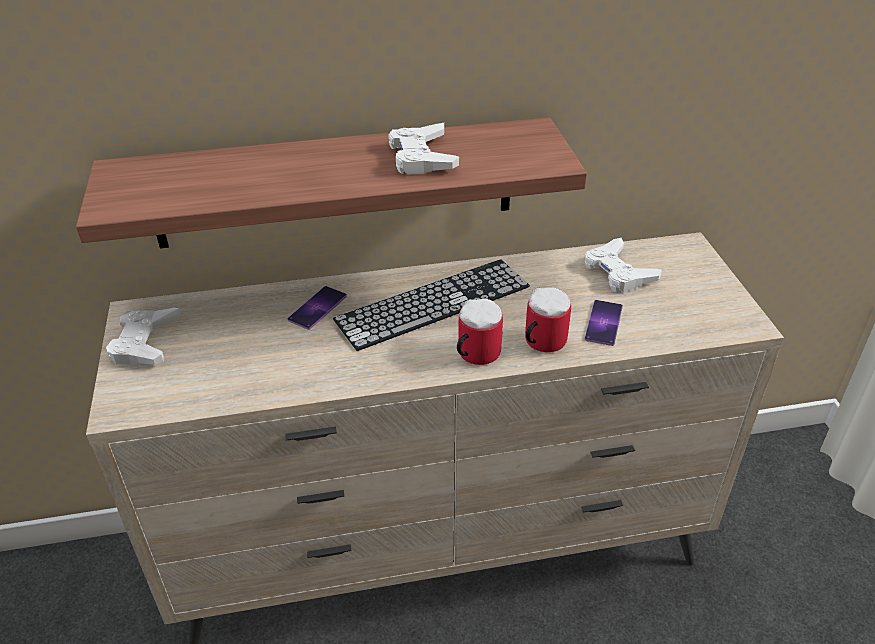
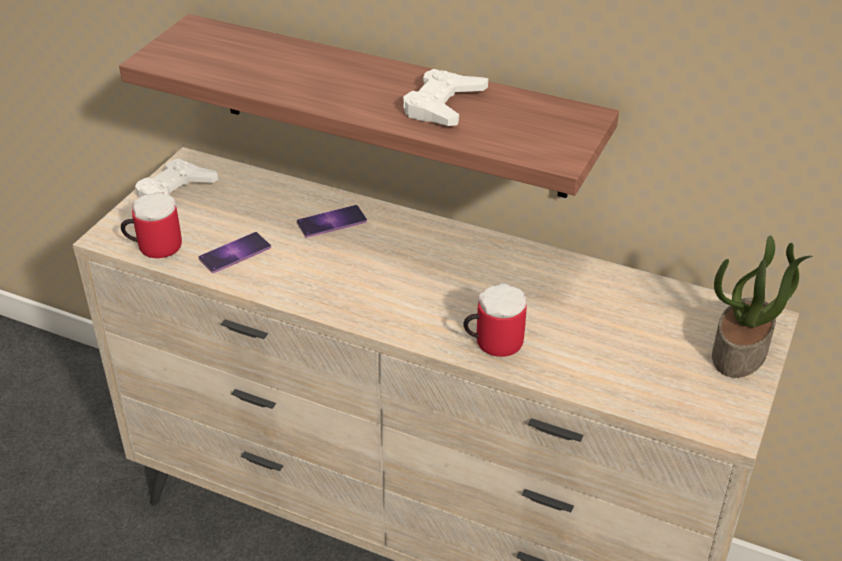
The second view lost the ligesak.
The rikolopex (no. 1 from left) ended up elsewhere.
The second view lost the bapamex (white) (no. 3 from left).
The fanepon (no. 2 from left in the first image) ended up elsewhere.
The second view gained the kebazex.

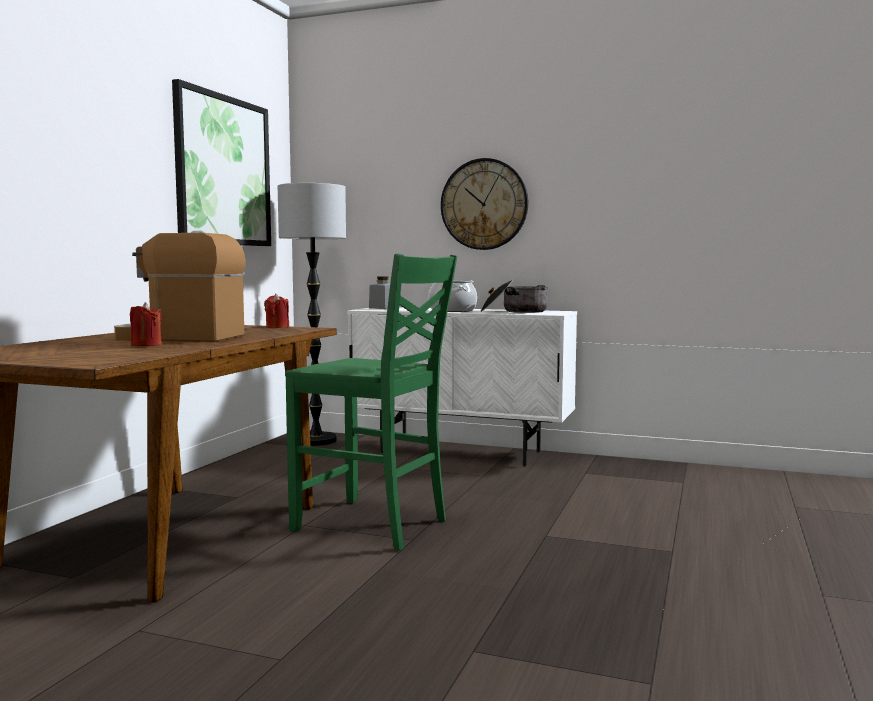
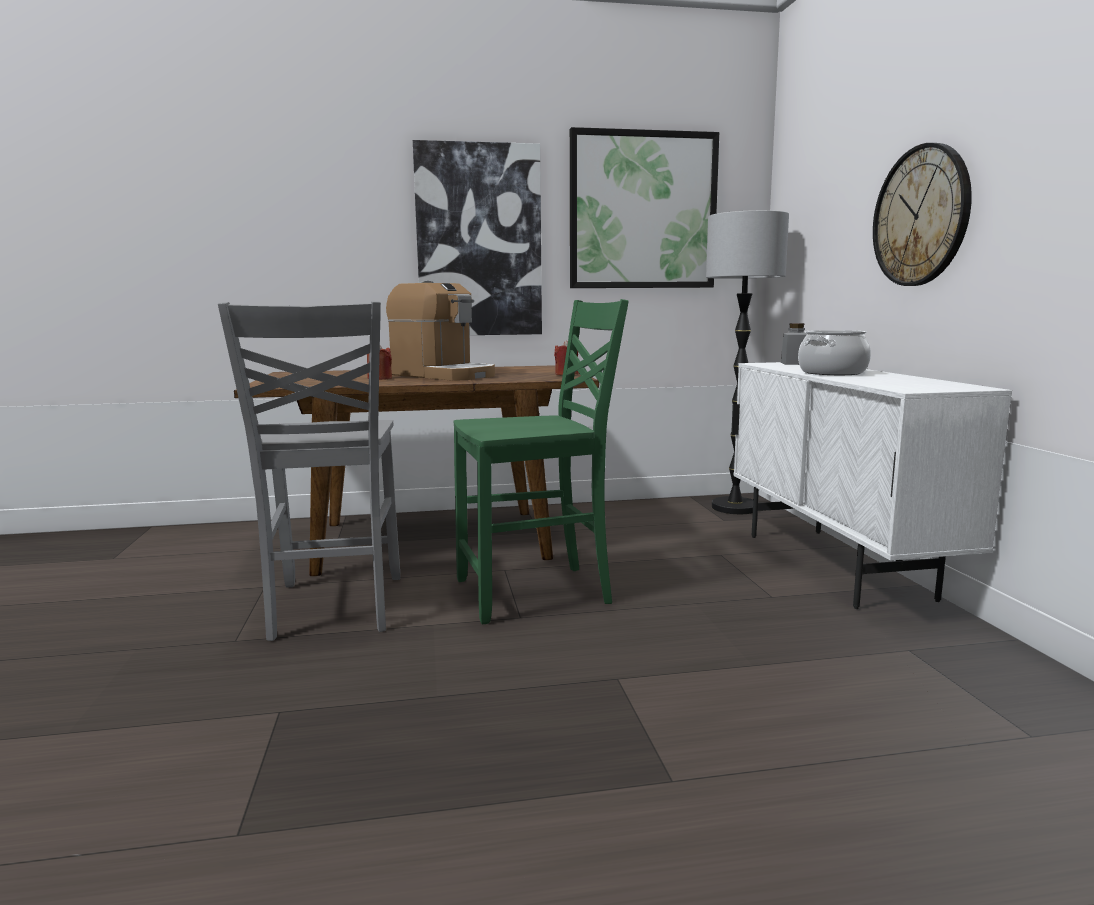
The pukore ended up facing another way, 150 degrees clockwise from before.
The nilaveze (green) ended up facing another way, 105 degrees counterclockwise from before.
The second view lost the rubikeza (no. 2 from left).
The second view gained the nilaveze (grey).
The second view gained the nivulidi (no. 1 from left).

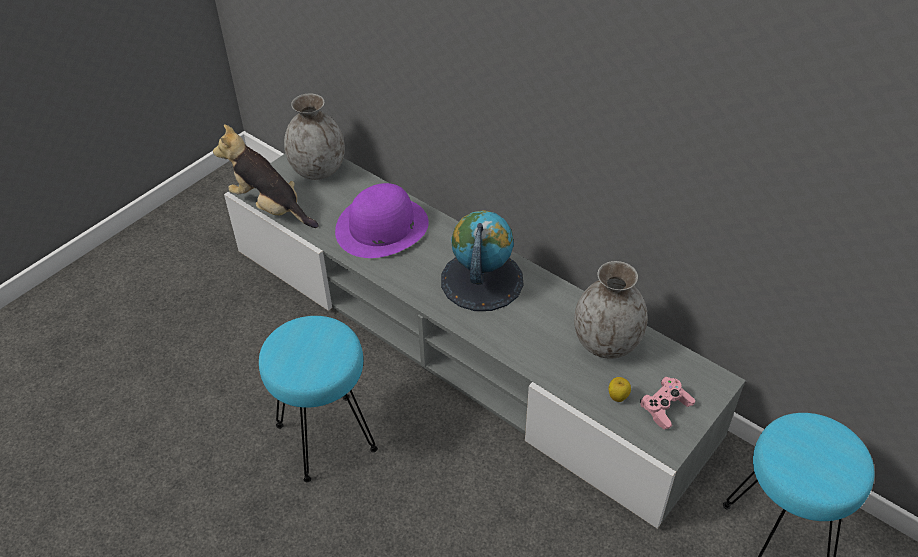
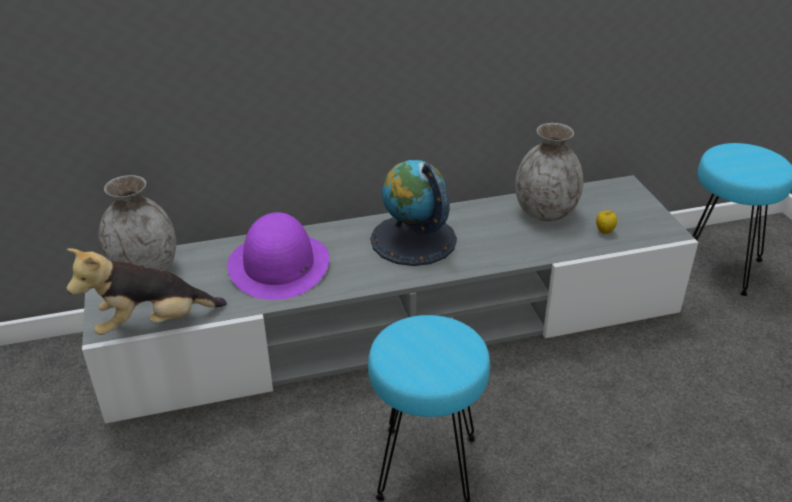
The second view lost the bapamex (pink).

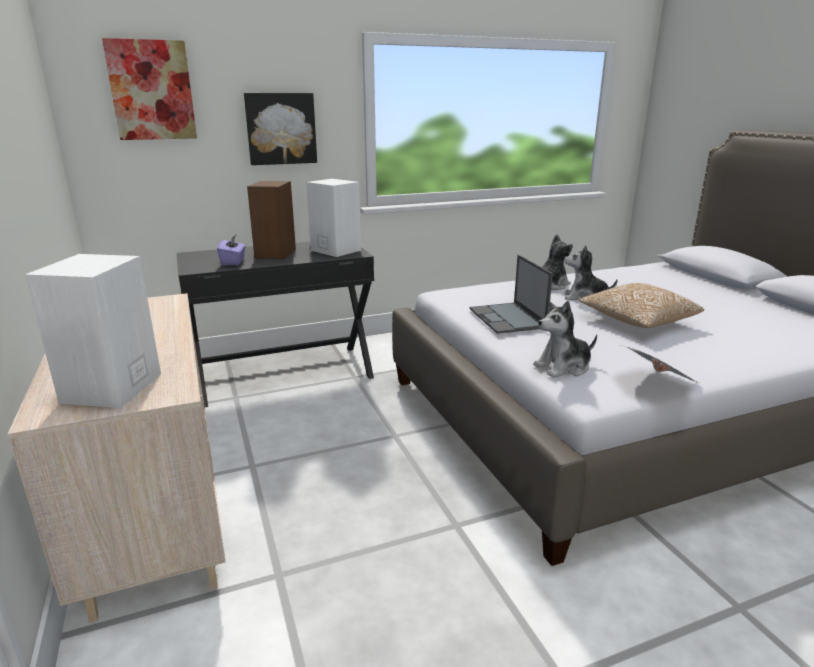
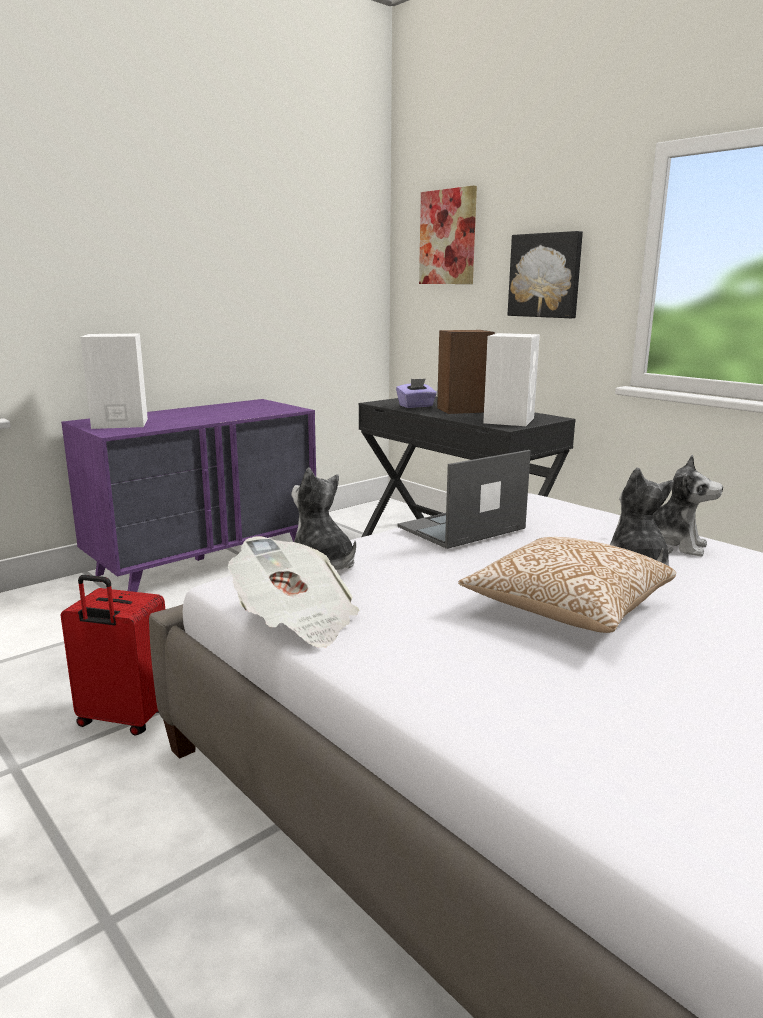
What was the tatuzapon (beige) turned into the tatuzapon (purple).
The second view gained the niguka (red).

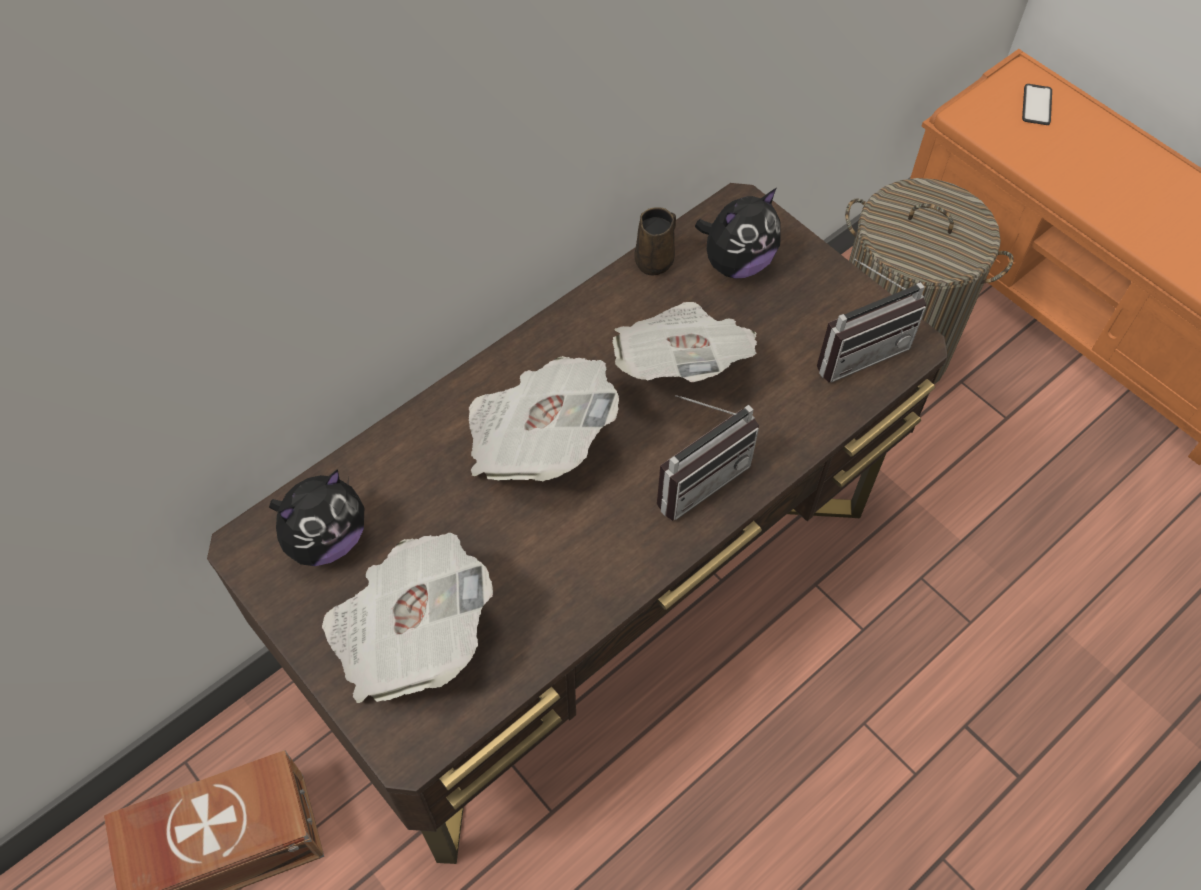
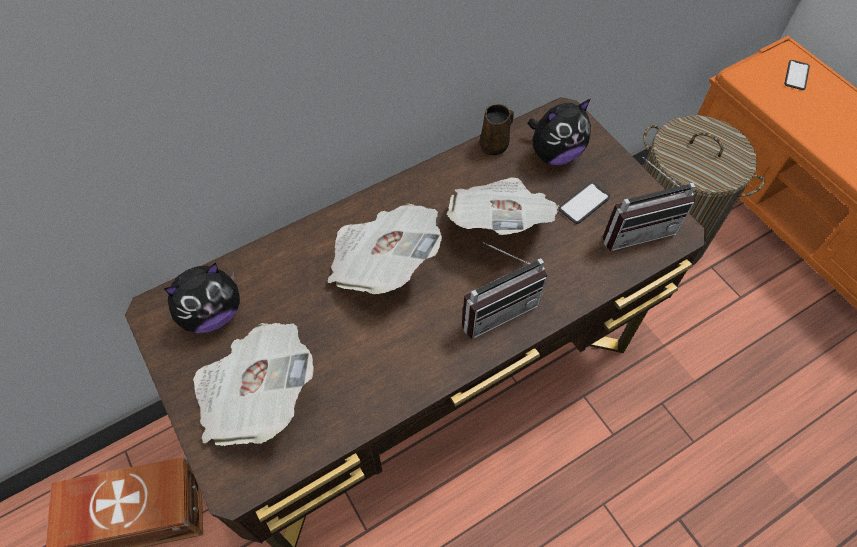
The second view gained the fanepon (no. 1 from left).

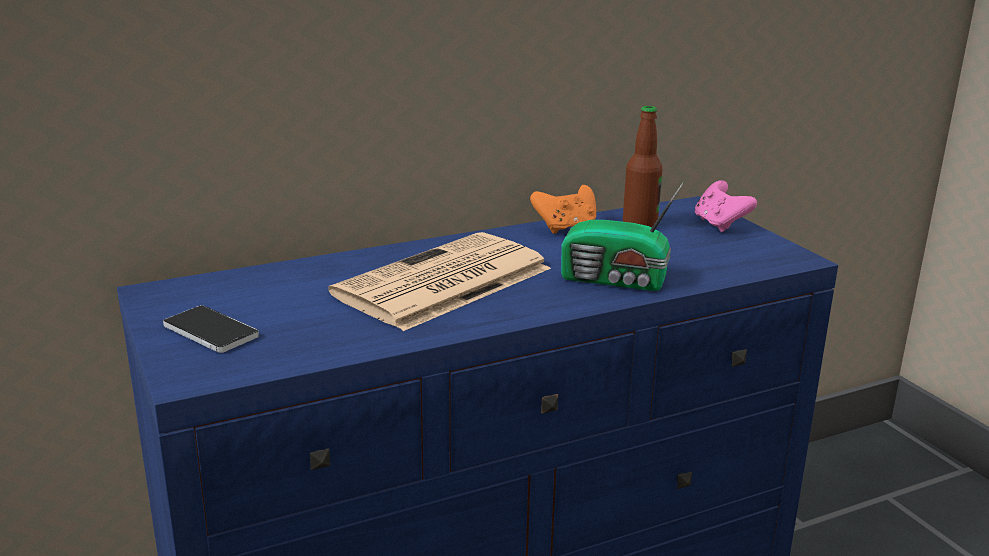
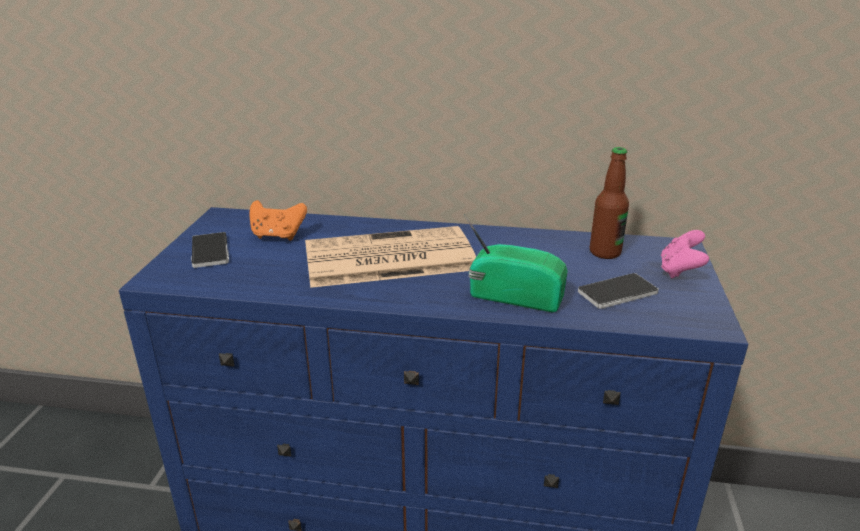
The bapamex (orange) ended up elsewhere.
The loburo ended up facing another way, 150 degrees clockwise from before.
The second view gained the fanepon (no. 2 from left).

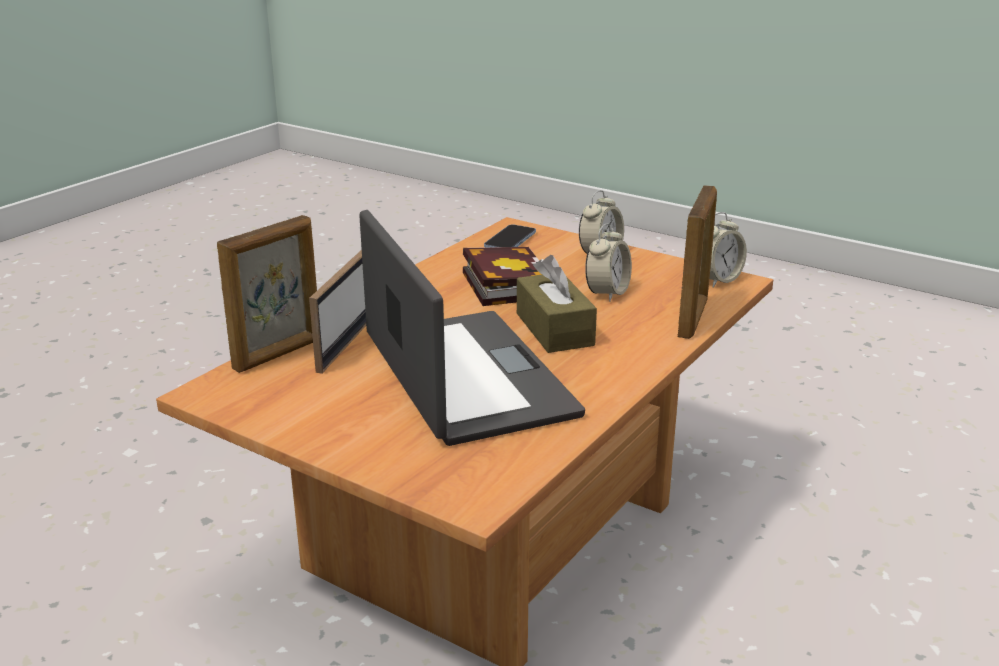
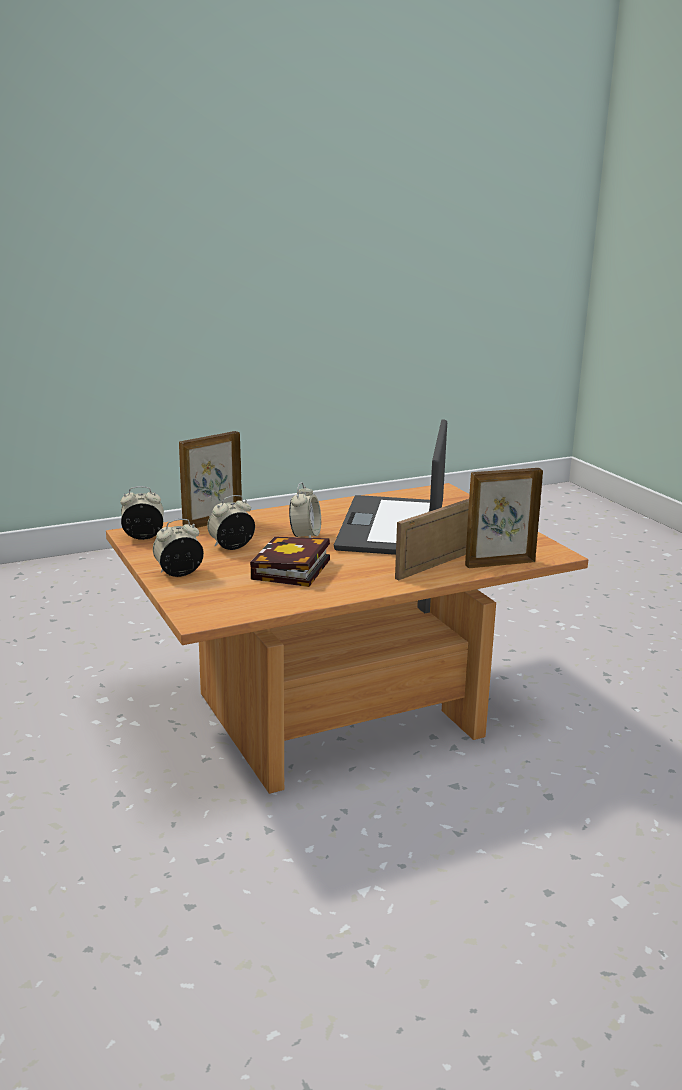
The second view lost the fanepon.
Where the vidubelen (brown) stood, the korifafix (no. 4 from left) came to stand.

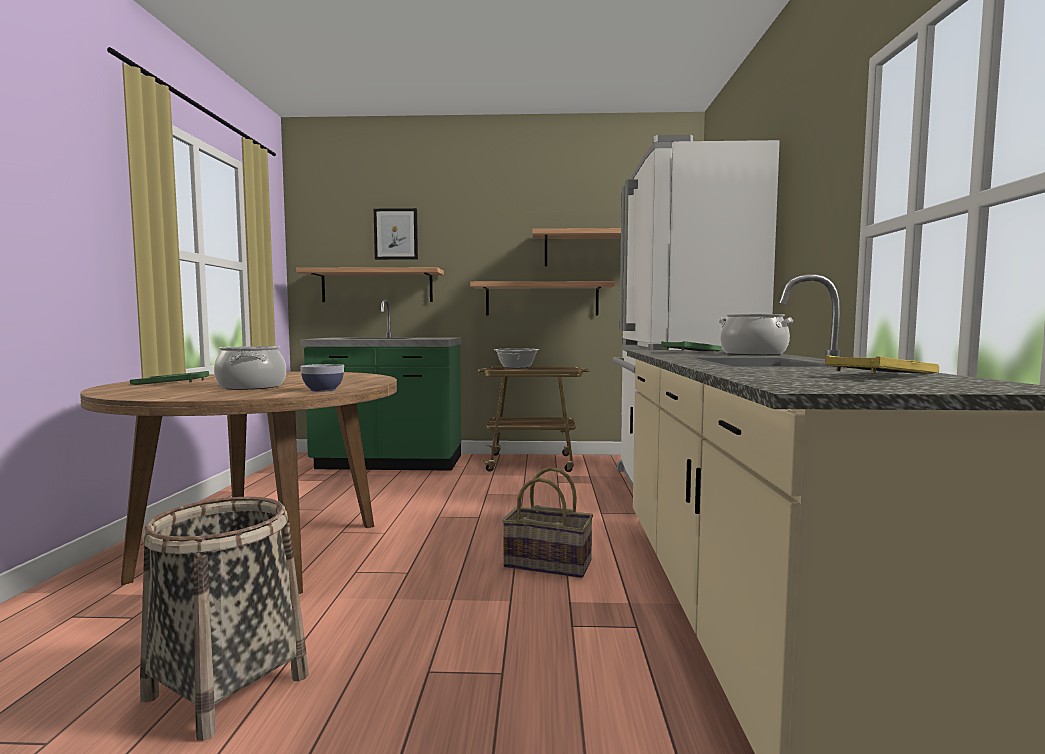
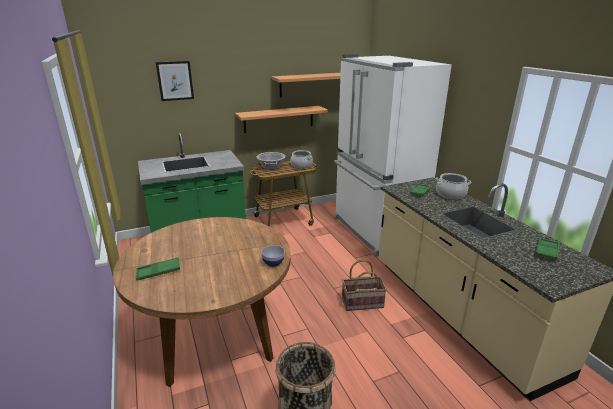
The rubikeza (no. 1 from left in the first image) ended up elsewhere.
The second view lost the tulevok (no. 1 from left).
What was the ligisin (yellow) turned into the ligisin (green) (no. 3 from left).

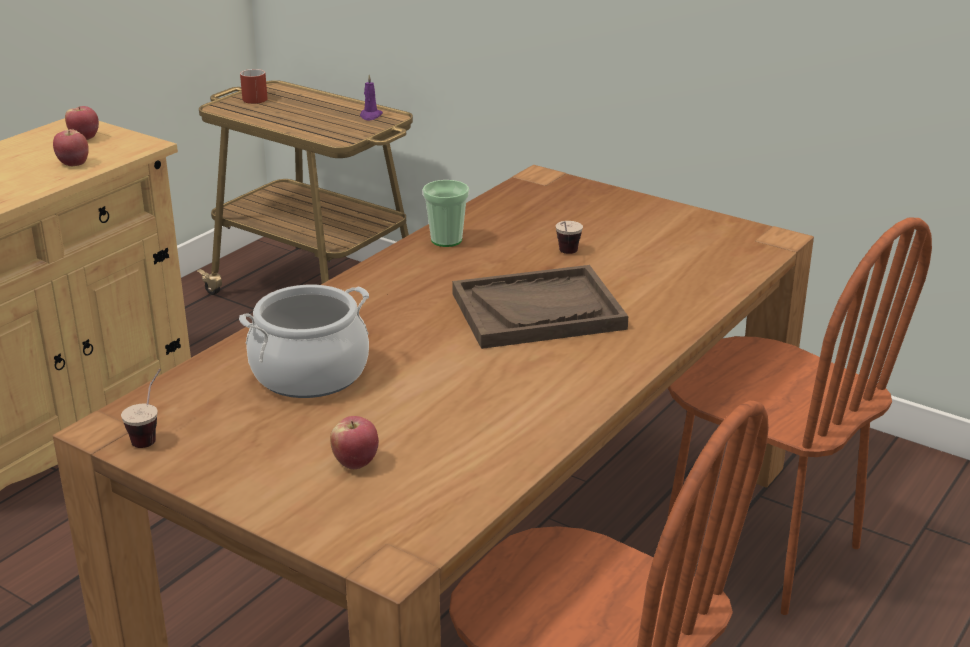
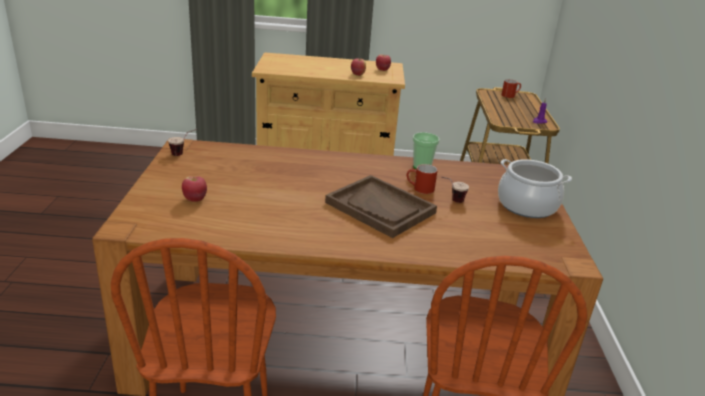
The rubikeza ended up elsewhere.
The second view gained the rikolopex (red) (no. 1 from left).

